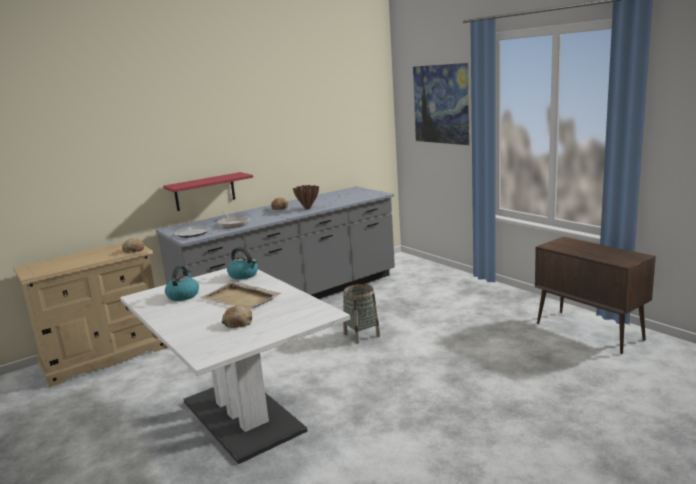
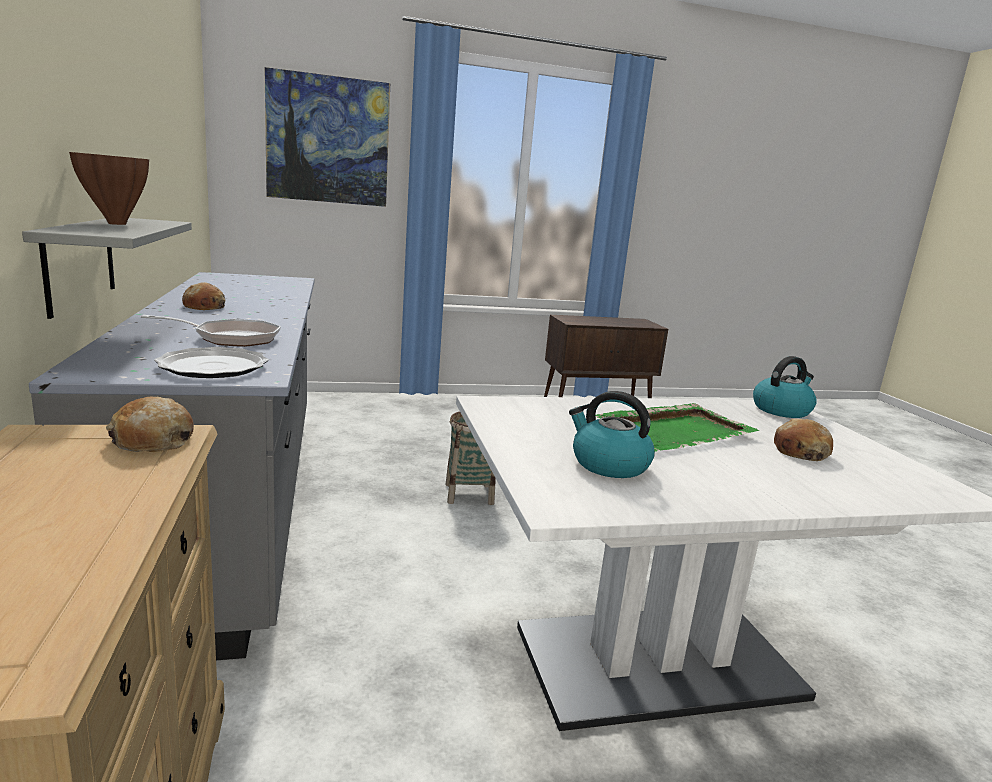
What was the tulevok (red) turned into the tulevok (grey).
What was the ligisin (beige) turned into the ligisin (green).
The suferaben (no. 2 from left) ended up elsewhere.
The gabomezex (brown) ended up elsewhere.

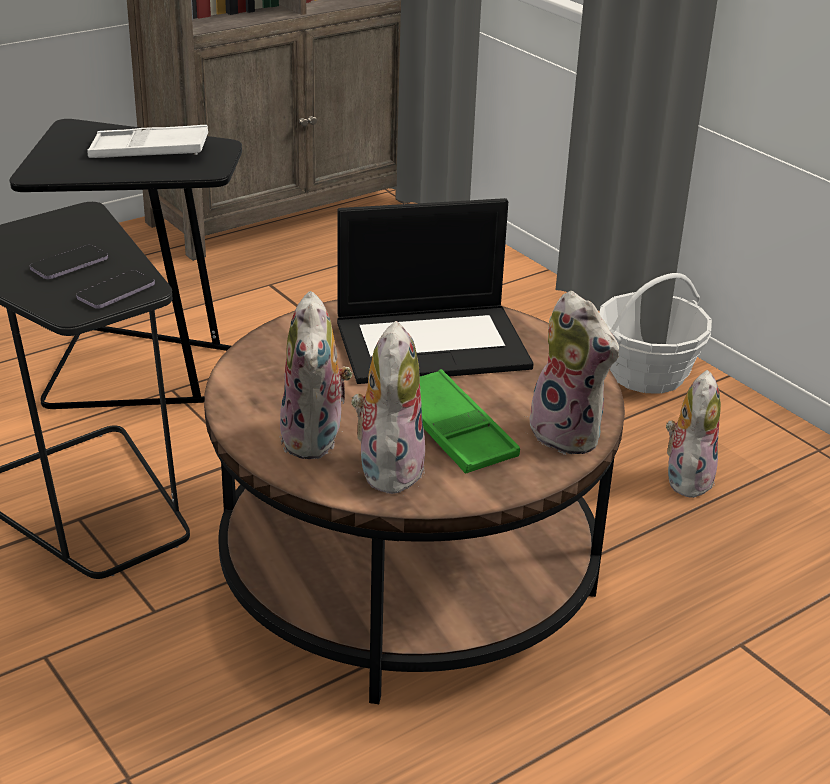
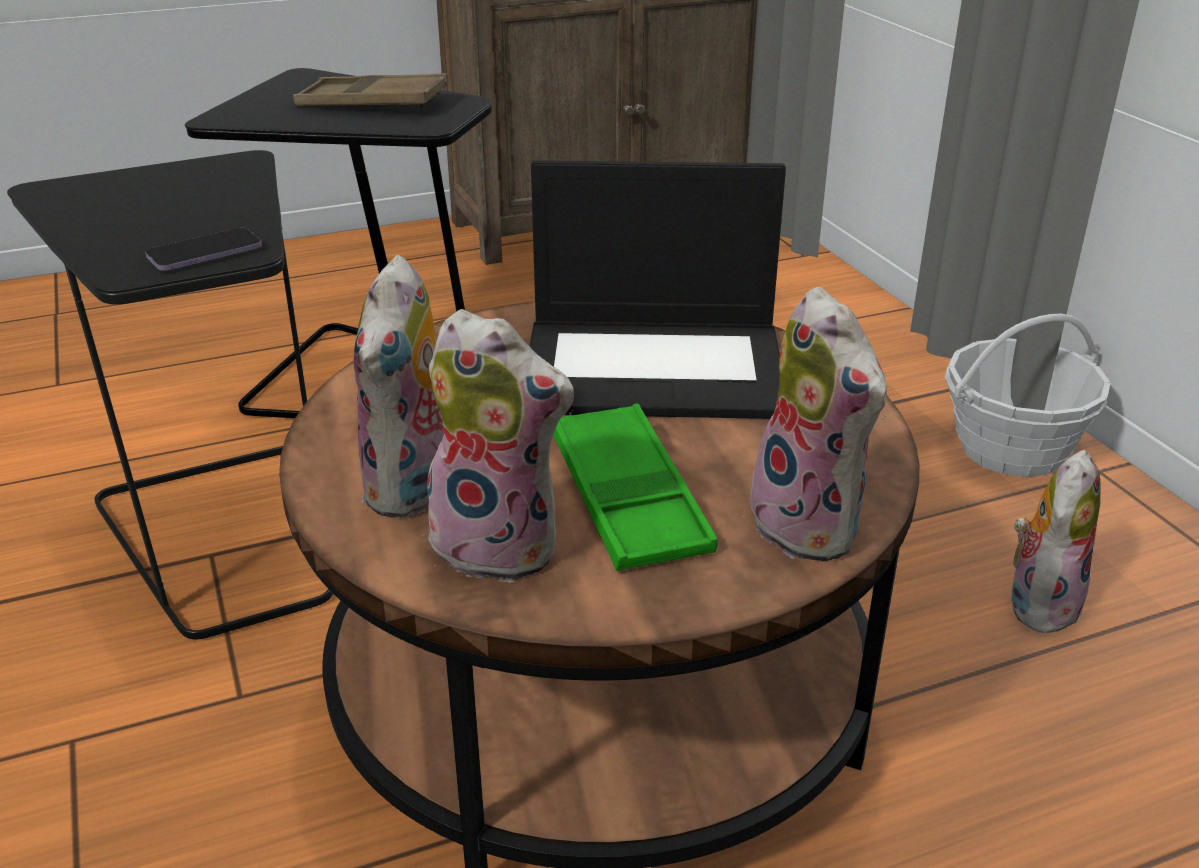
The second view lost the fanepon (no. 1 from left).
What was the ligisin (white) turned into the ligisin (brown).
The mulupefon (no. 2 from left) ended up facing another way, 90 degrees clockwise from before.

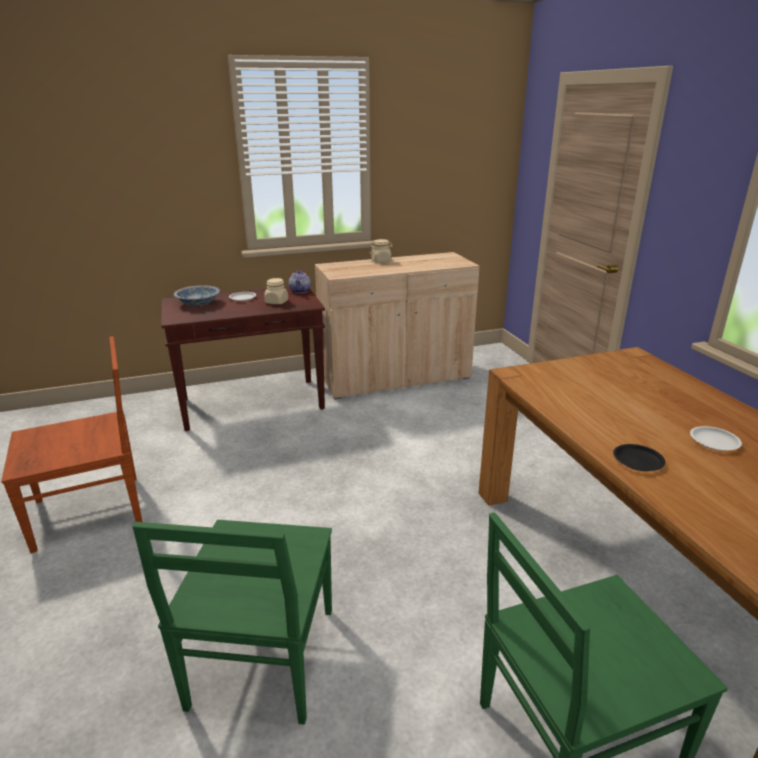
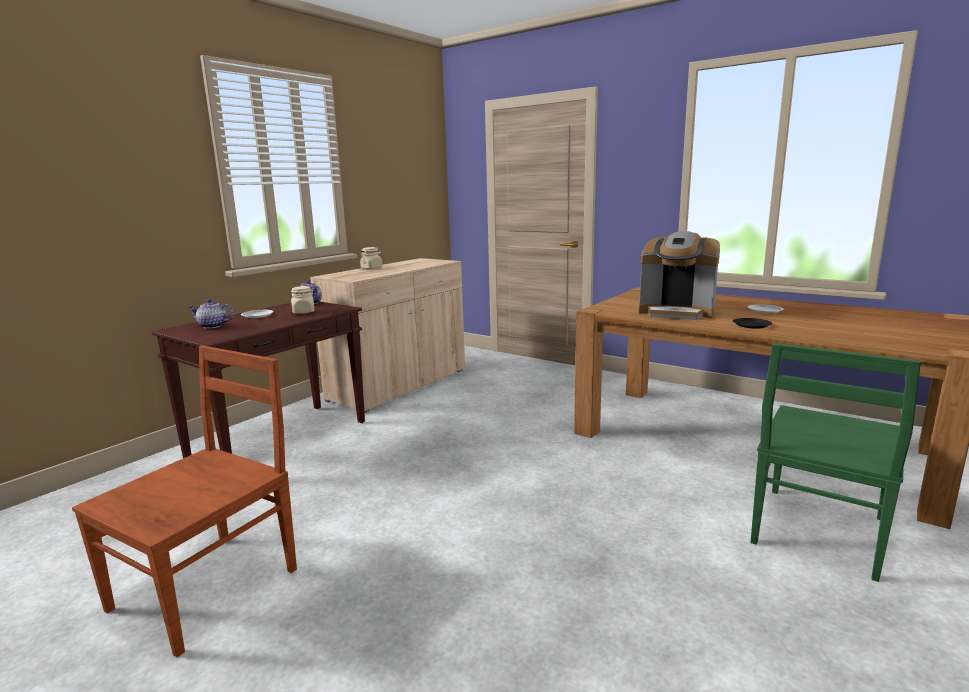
The second view lost the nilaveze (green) (no. 1 from left).
Where the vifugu stood, the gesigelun (no. 1 from left) came to stand.
The second view gained the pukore.

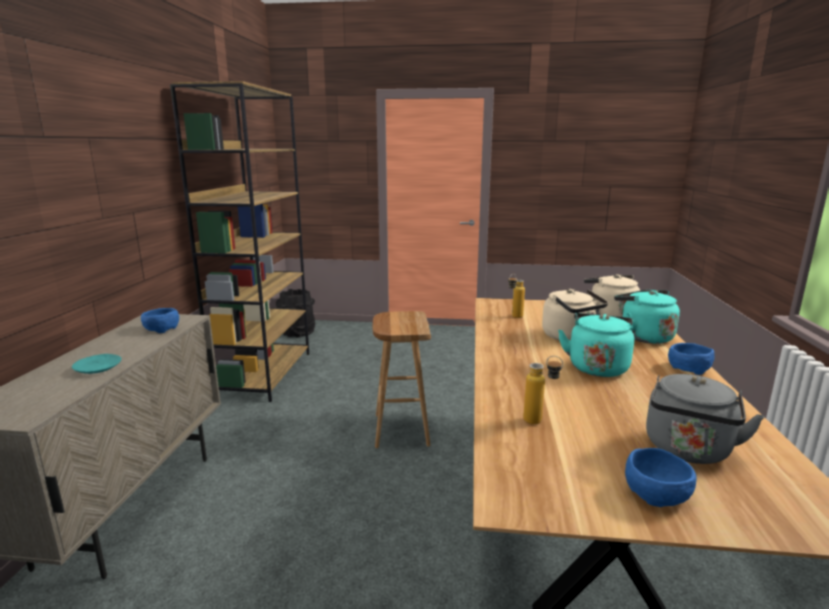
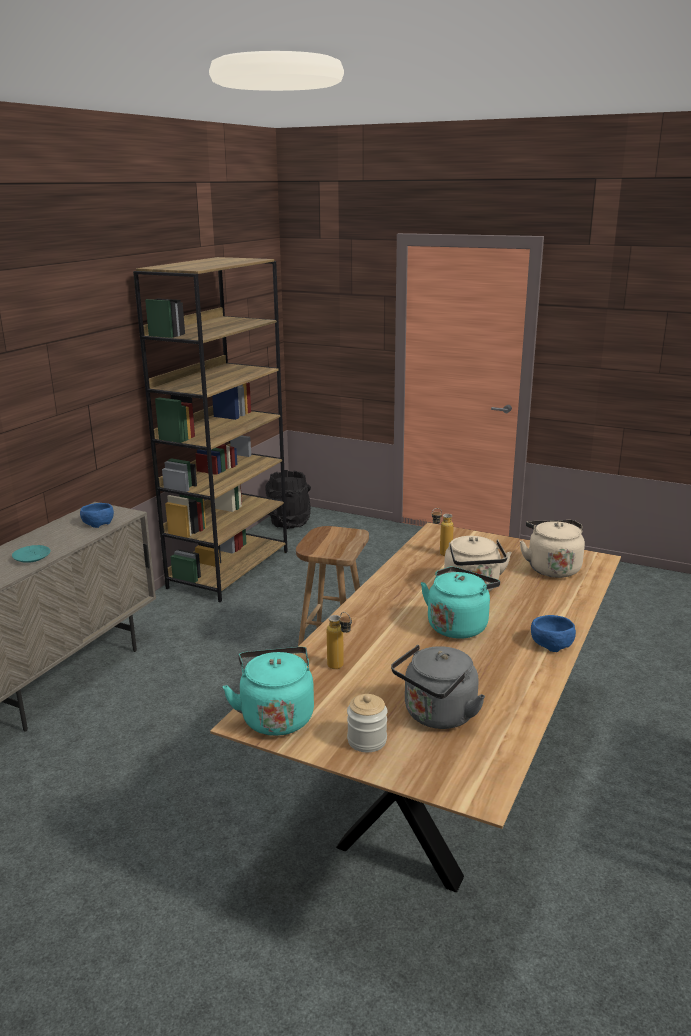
The suferaben (turquoise) (no. 2 from left in the first image) ended up elsewhere.
Where the vifugu (blue) (no. 2 from left) stood, the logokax came to stand.

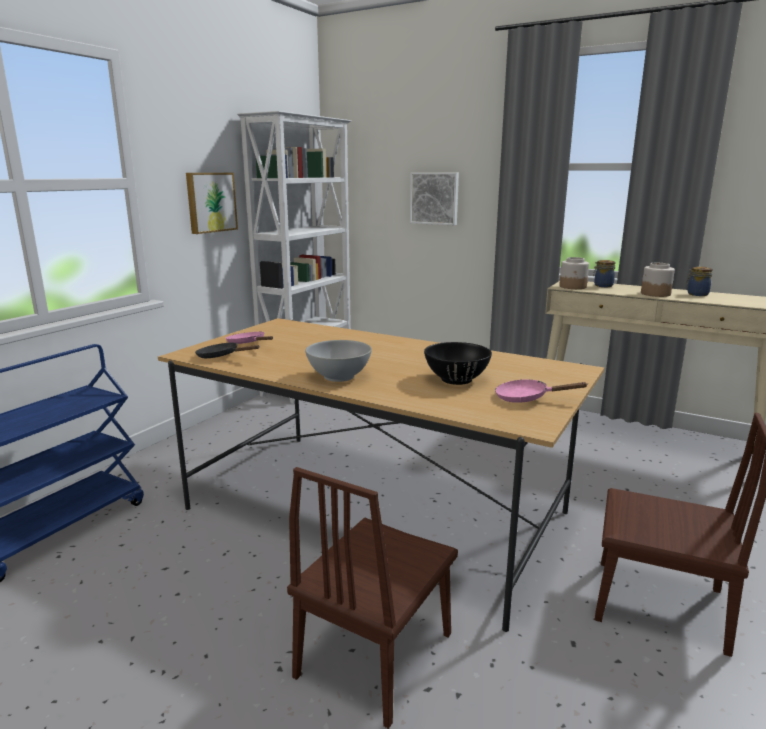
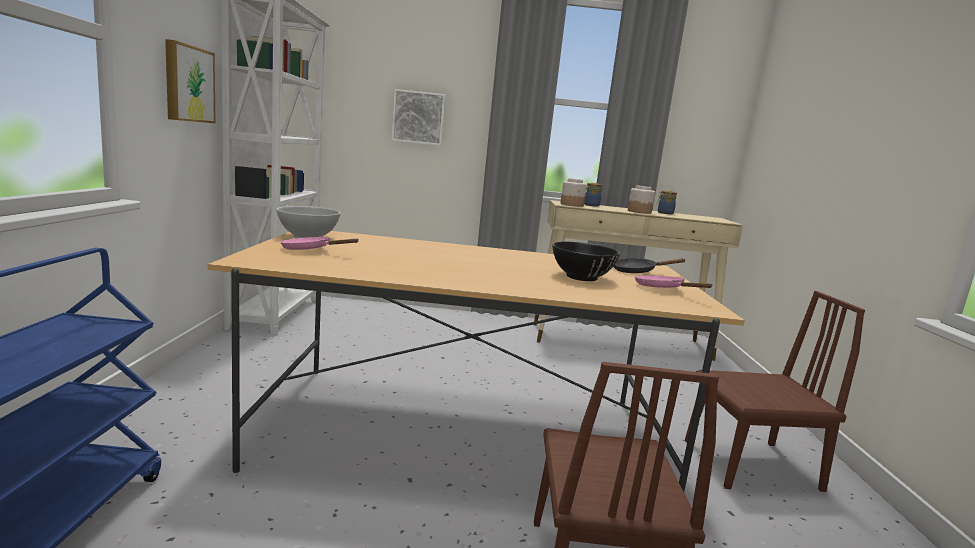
The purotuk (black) ended up elsewhere.
The vifugu (white) ended up elsewhere.
The purotuk (pink) (no. 2 from left) ended up facing another way, 75 degrees clockwise from before.

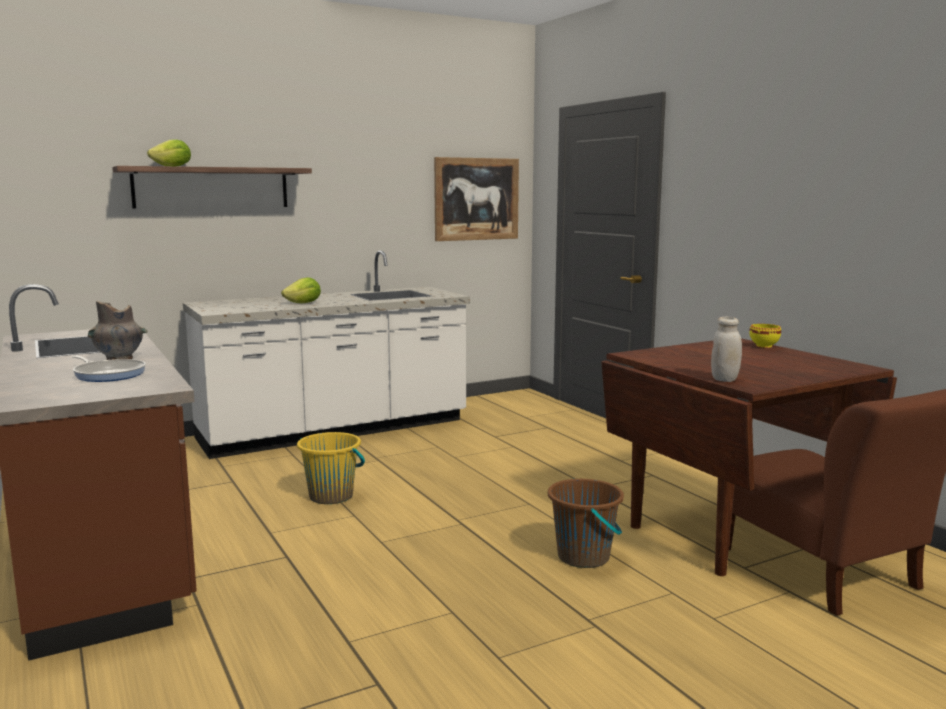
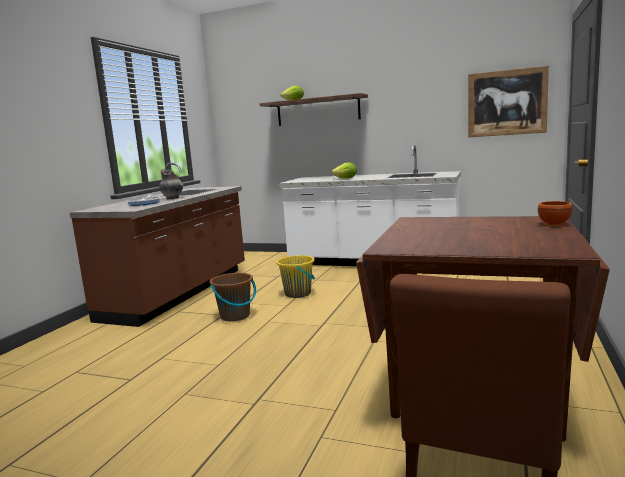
The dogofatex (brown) ended up elsewhere.
The second view lost the logokax (white).
What was the vifugu (yellow) turned into the vifugu (brown).

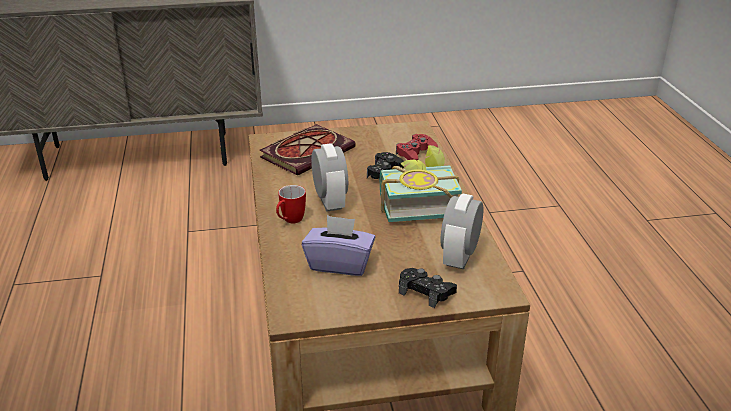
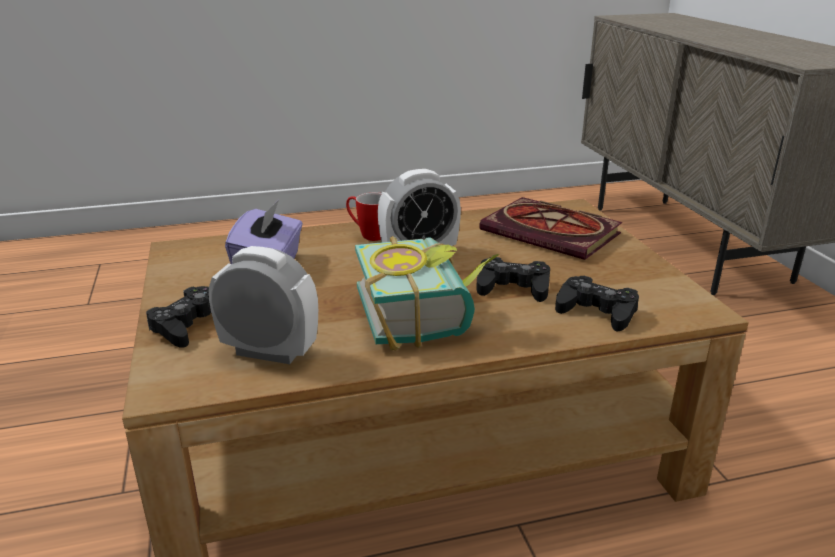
What was the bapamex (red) turned into the bapamex (black) (no. 3 from left).

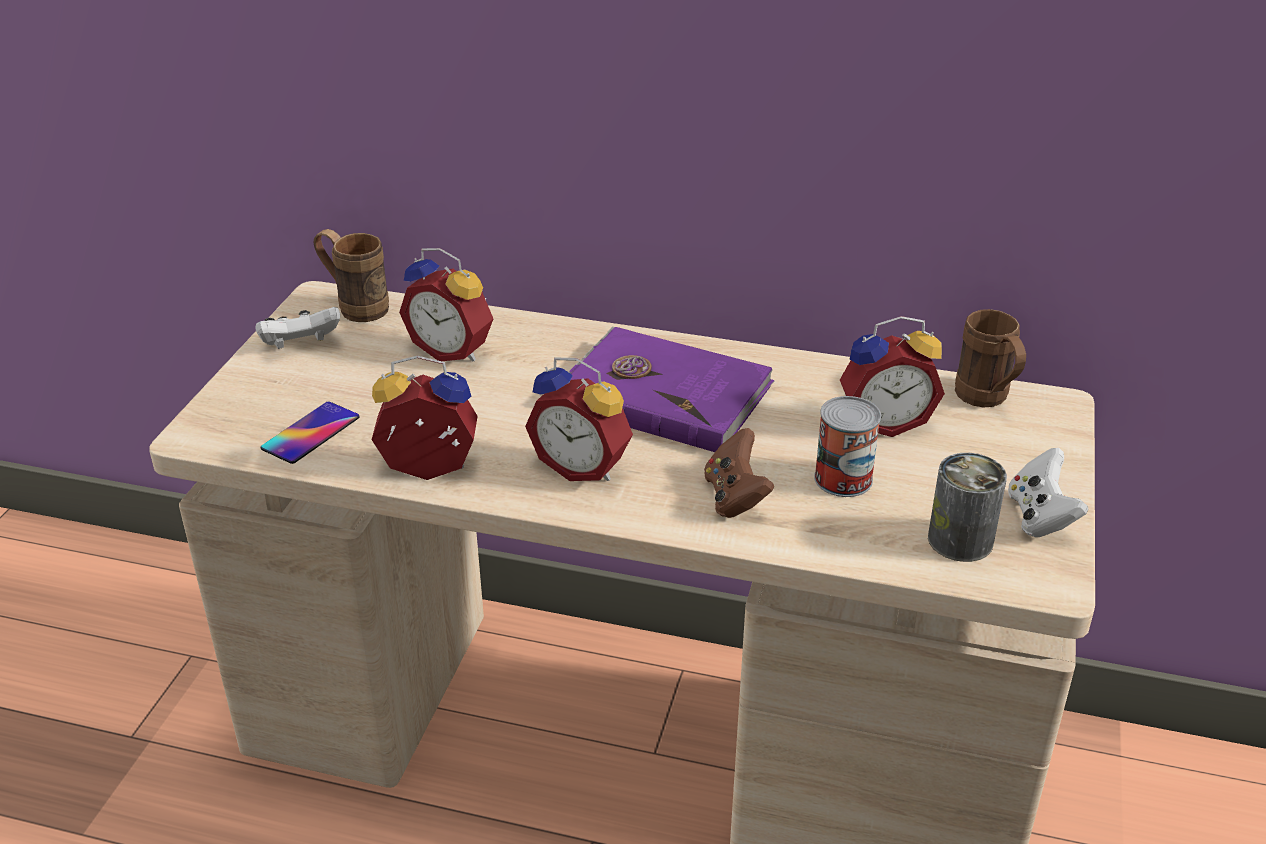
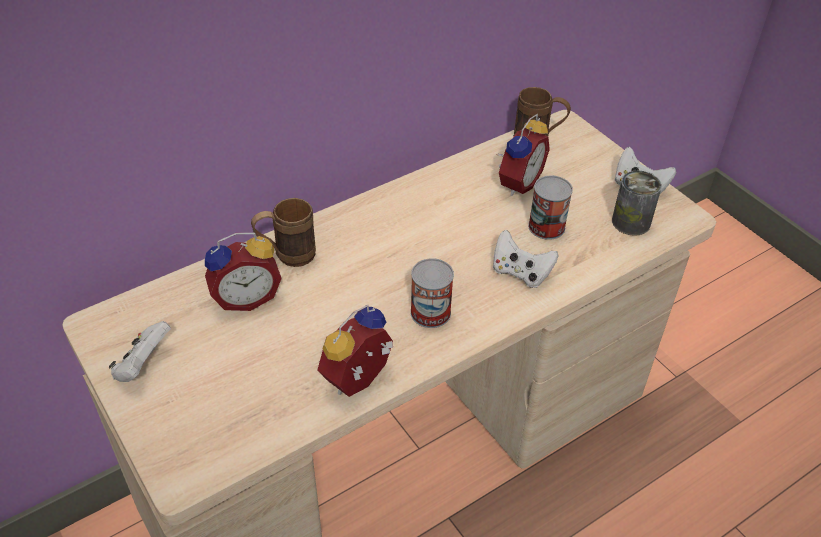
The second view lost the fanepon.
The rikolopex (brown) (no. 1 from left) ended up elsewhere.
Where the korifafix (no. 3 from left) stood, the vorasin (no. 1 from left) came to stand.
The second view lost the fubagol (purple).
What was the bapamex (brown) turned into the bapamex (white) (no. 2 from left).

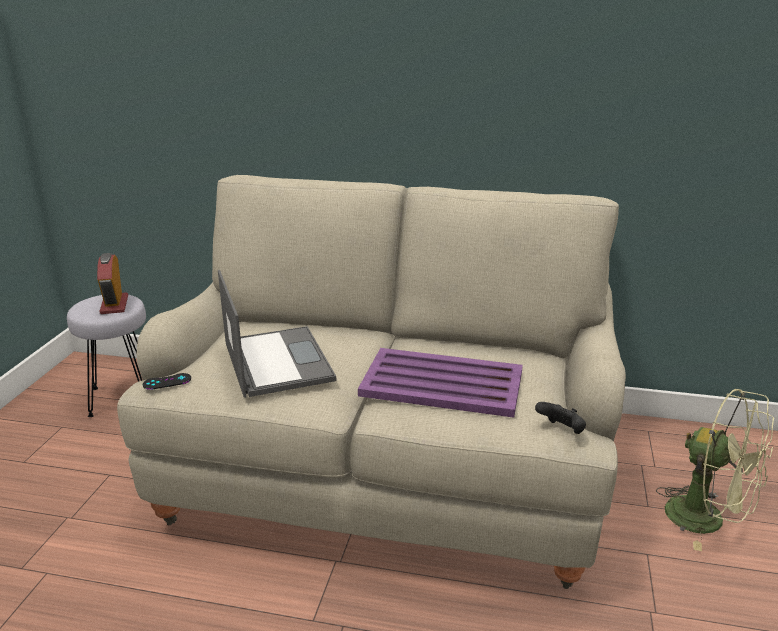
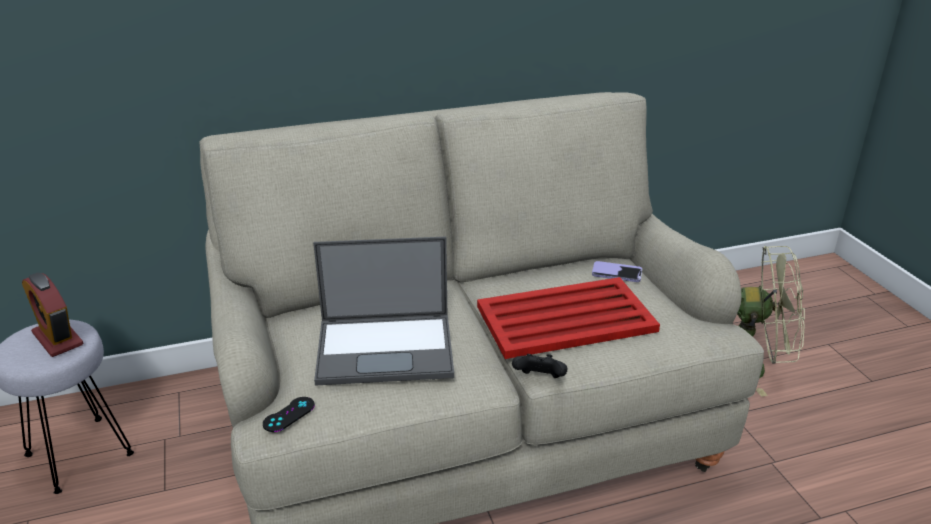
The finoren ended up facing another way, 135 degrees clockwise from before.
What was the ligisin (purple) turned into the ligisin (red).
The bapamex (black) (no. 2 from left) ended up elsewhere.
The second view gained the fanepon.

